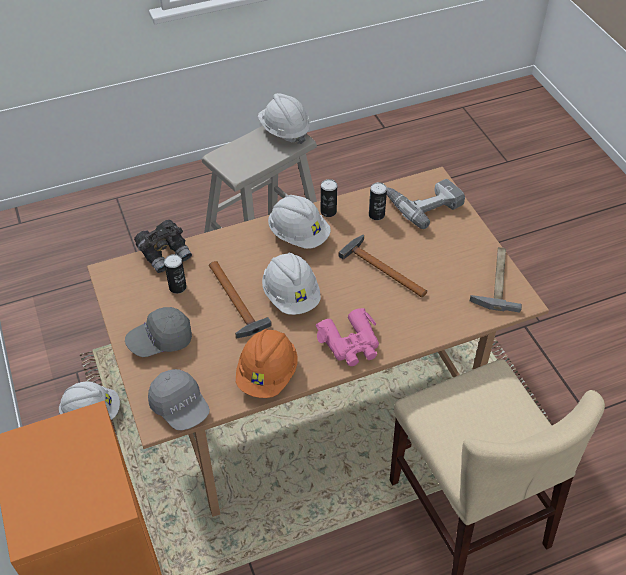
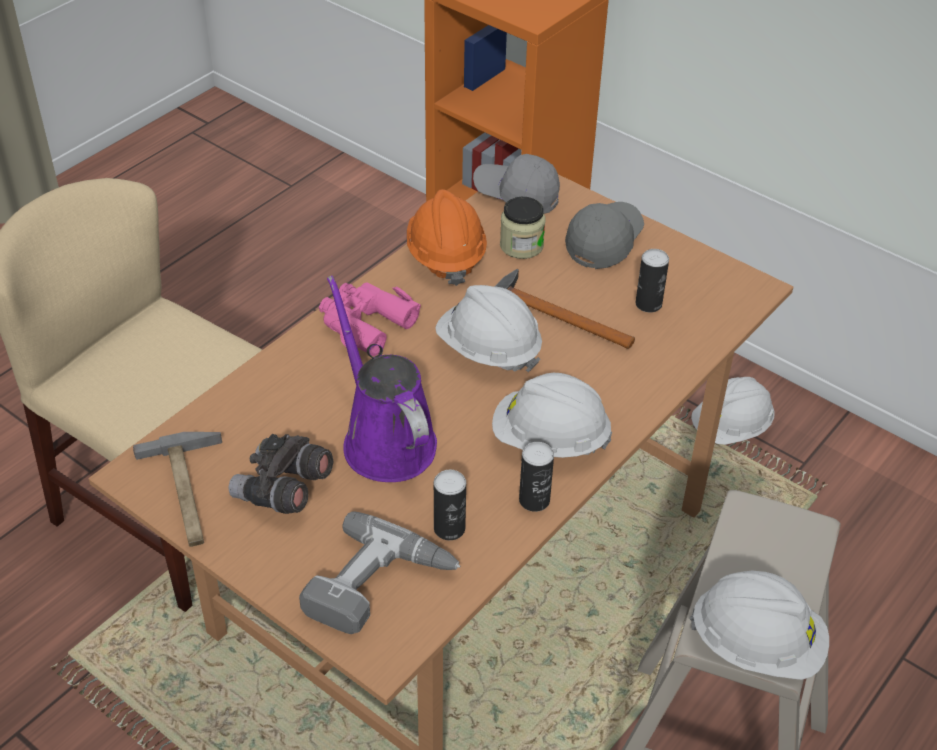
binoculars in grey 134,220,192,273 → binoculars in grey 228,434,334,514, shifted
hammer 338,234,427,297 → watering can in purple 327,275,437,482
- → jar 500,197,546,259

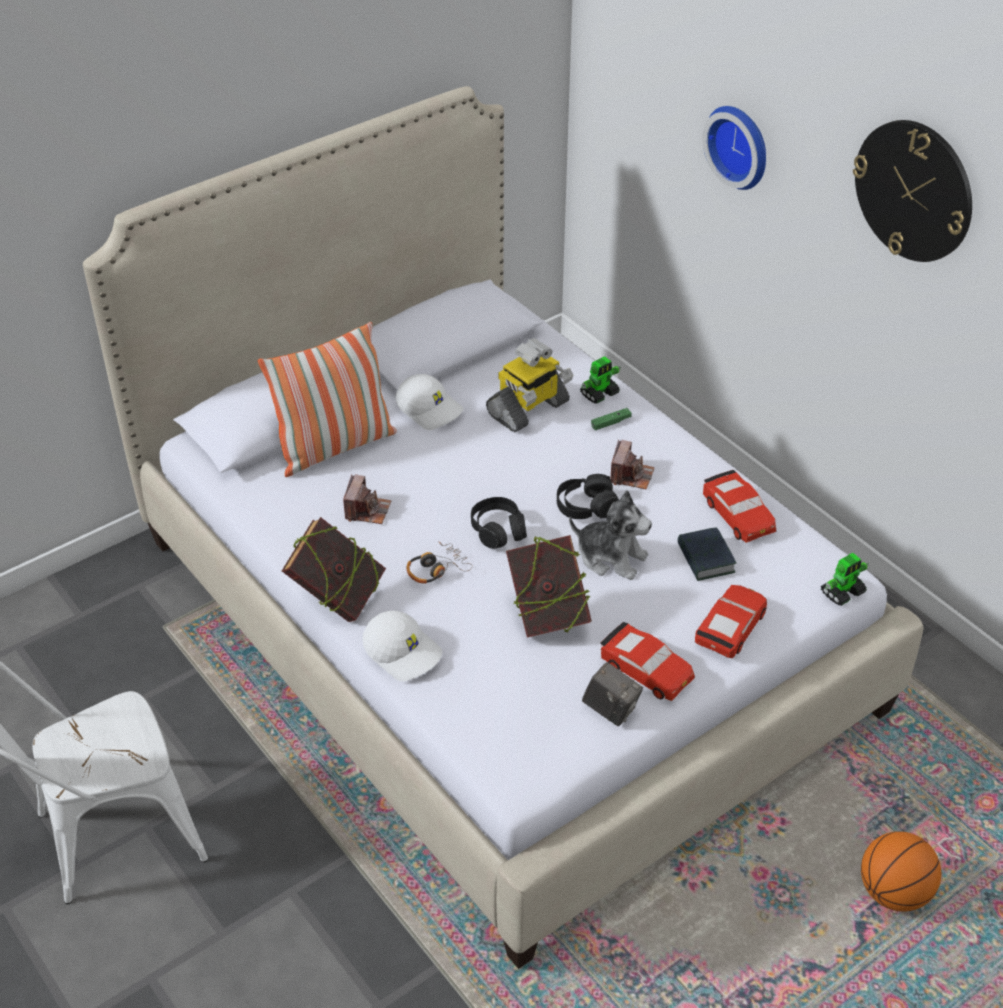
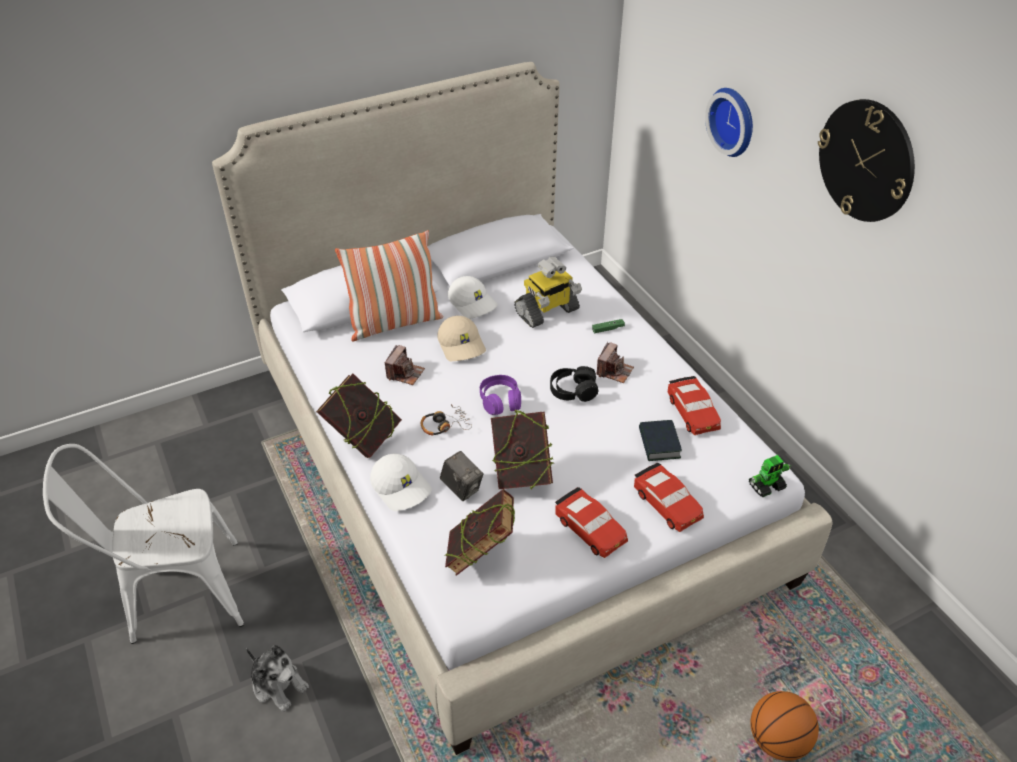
toy robot 580,356,621,404 → -
plush toy 569,490,652,580 → plush toy 246,645,309,712, shifted
headphones in black 471,497,527,549 → headphones in purple 480,375,521,415
toy car in red 695,585,767,658 → toy car in red 634,462,704,532, 105 degrees clockwise
photo camera 582,662,643,726 → photo camera 440,451,484,501, shifted
- → cap in beige 437,316,486,361
- → book 444,489,515,576

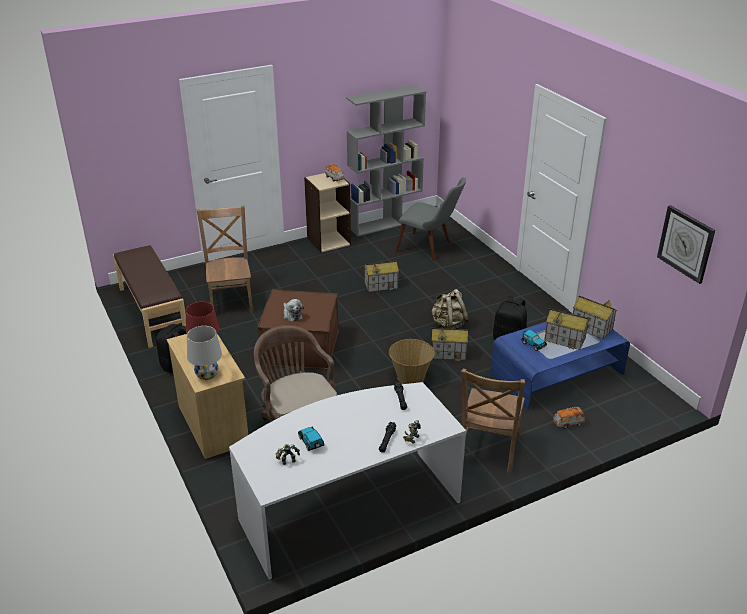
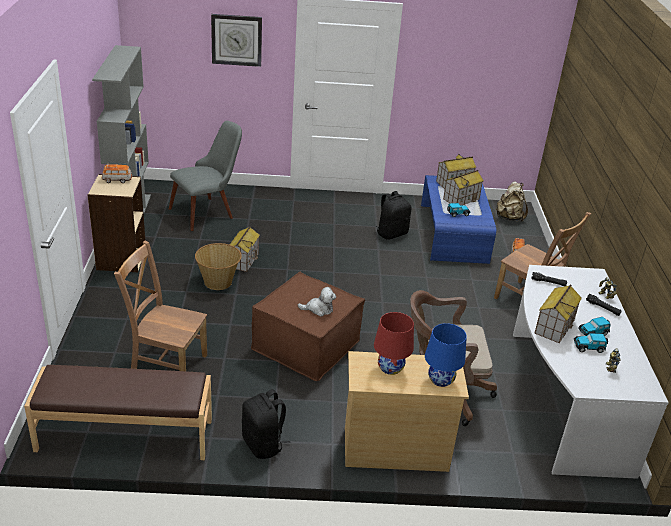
wall clock 657,205,715,284 → wall clock 211,14,262,67, shifted
backpack in beige 431,289,469,329 → backpack in beige 496,182,528,222, shifted
table lamp in white 187,326,222,380 → table lamp in blue 425,323,467,387
toy house 432,328,468,361 → toy house 534,284,582,344, shifted
basket 389,339,435,384 → basket 195,243,242,290, shifted
- → toy car 578,317,611,336

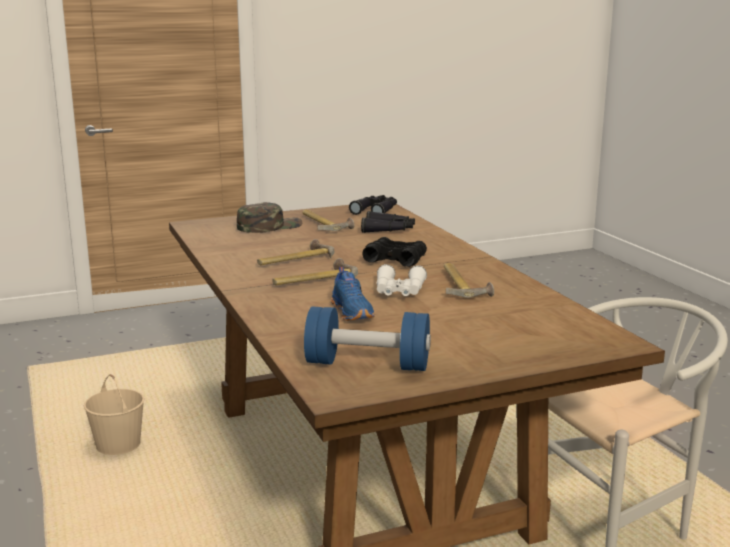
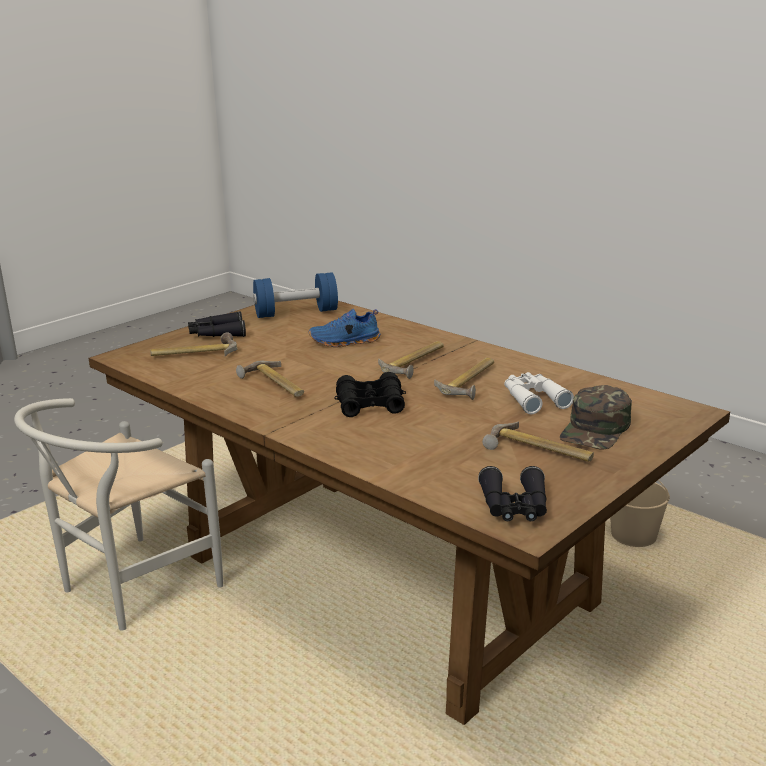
binoculars in black 361,211,415,233 → binoculars in black 188,311,246,337, shifted
binoculars in white 377,264,427,296 → binoculars in white 504,372,574,414, shifted
shoe in blue 331,267,375,321 → shoe in blue 309,309,381,347, 60 degrees counterclockwise
- → hammer 150,333,238,356

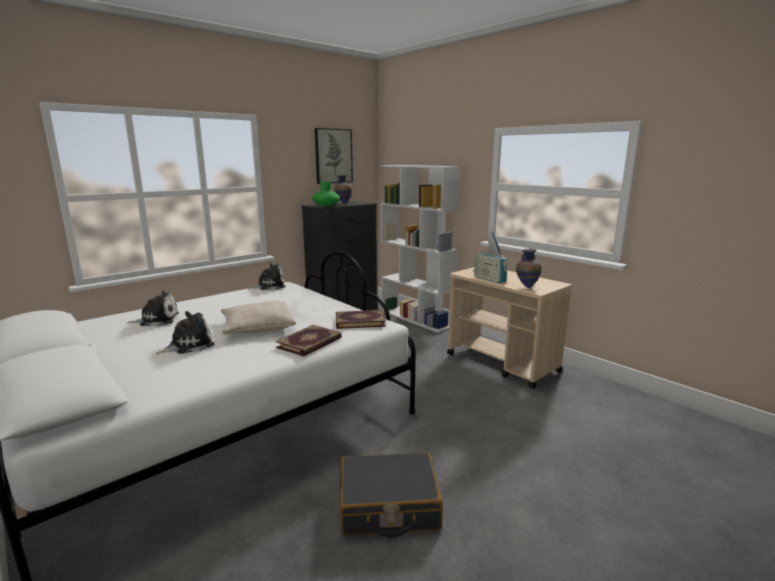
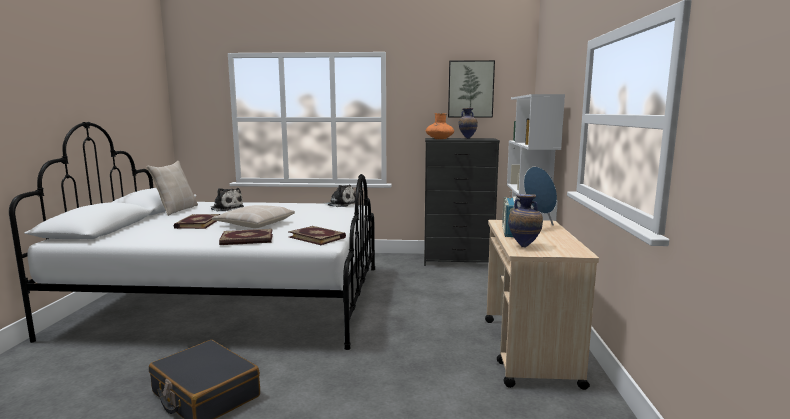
vase in green 312,181,340,207 → vase in orange 426,113,454,139
plush toy 156,311,214,355 → book 174,214,220,229
- → pillow in beige 146,161,198,216

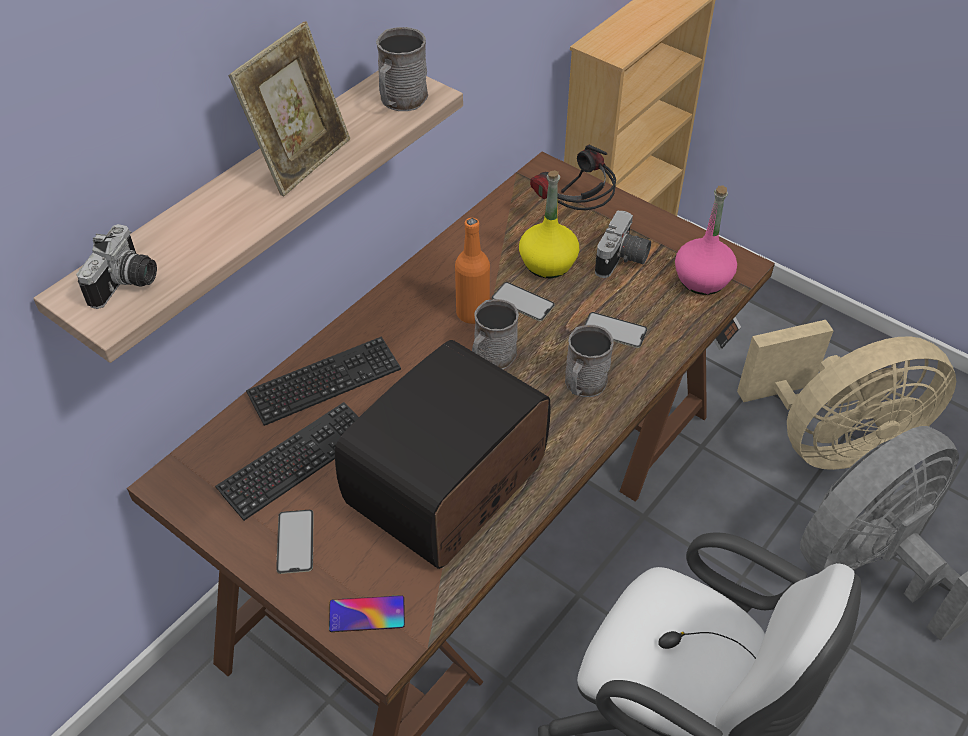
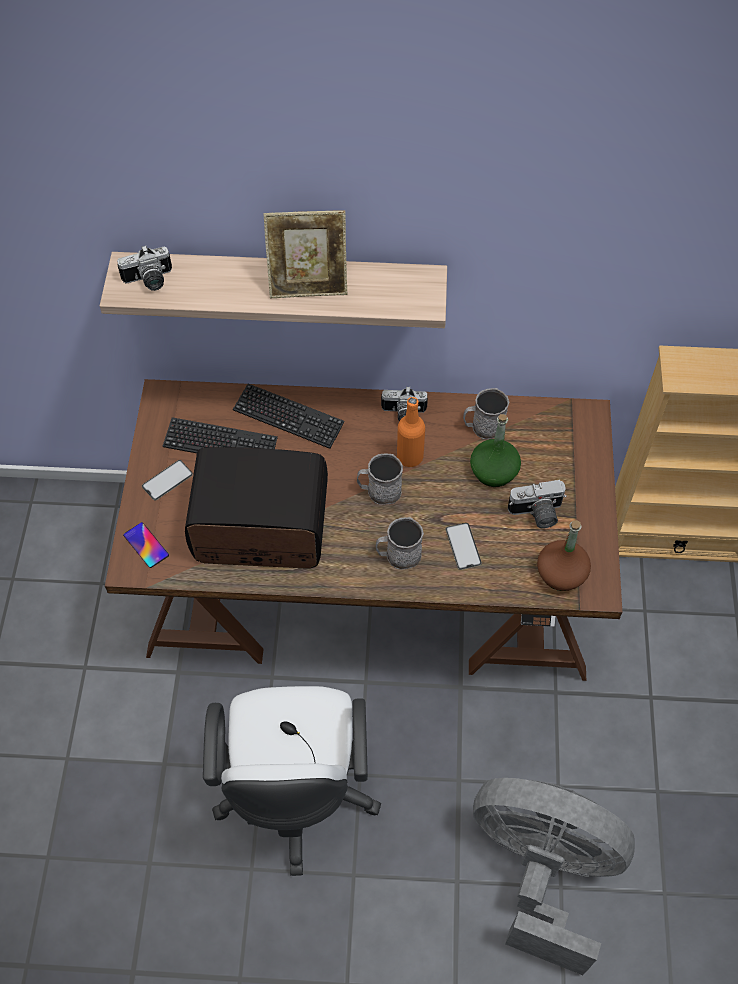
mug in grey 376,27,428,111 → mug in grey 463,388,510,439, shifted
headphones 530,145,616,210 → -
bottle in yellow 519,170,579,278 → bottle in green 470,414,521,487
bottle in pink 675,185,737,295 → bottle in brown 537,520,591,591
phone 492,282,555,321 → -
fan in beige 737,320,956,470 → -
- → photo camera 381,386,428,421

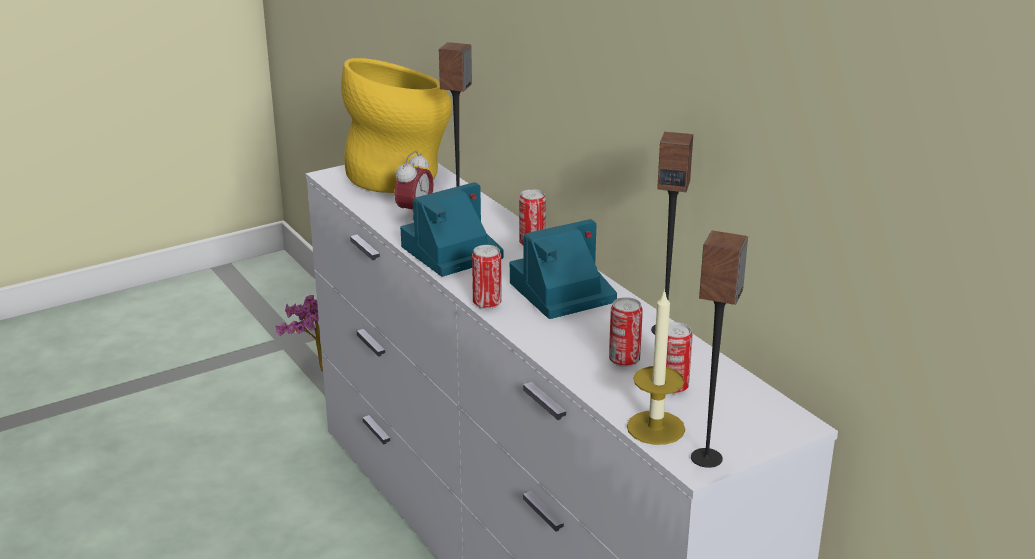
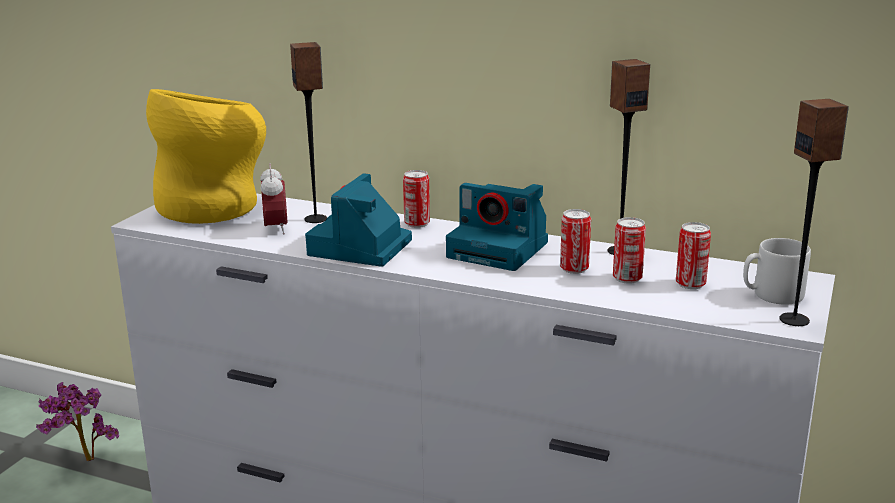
photo camera 509,219,617,319 → photo camera 446,183,548,271, 90 degrees counterclockwise
can 472,245,502,309 → can 560,209,591,274, shifted
candle 627,289,685,445 → -
- → mug in grey 743,238,811,305

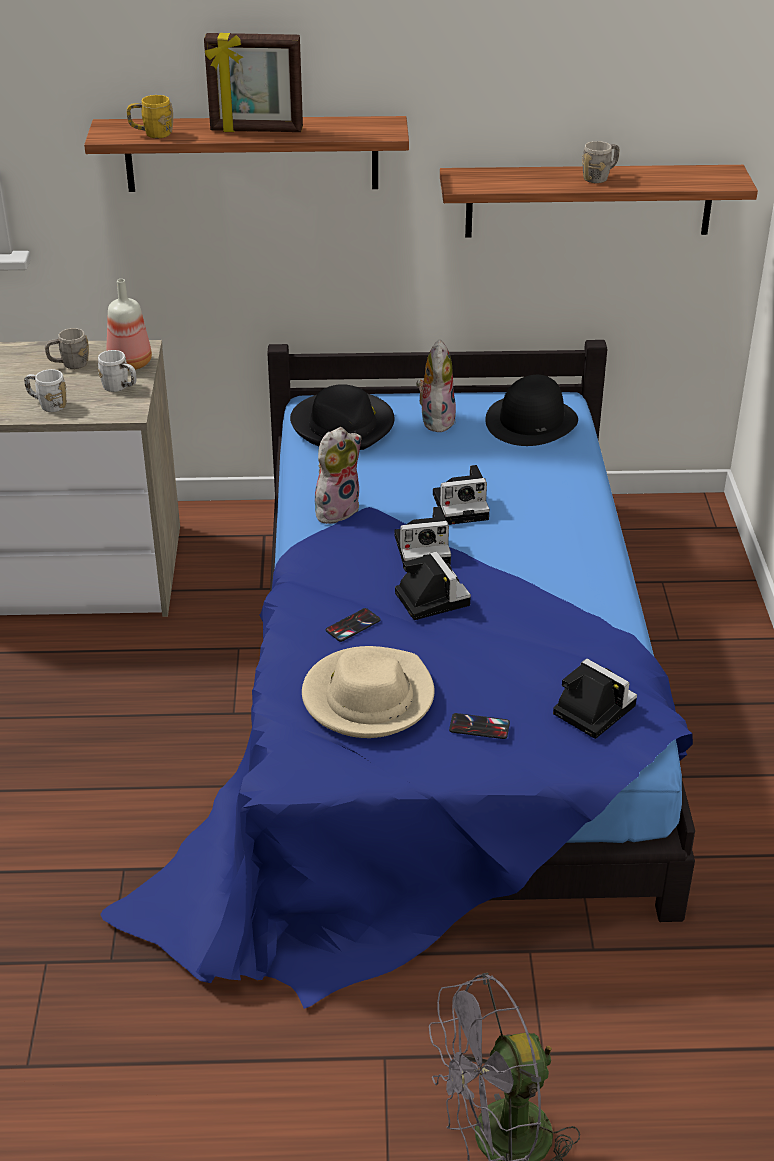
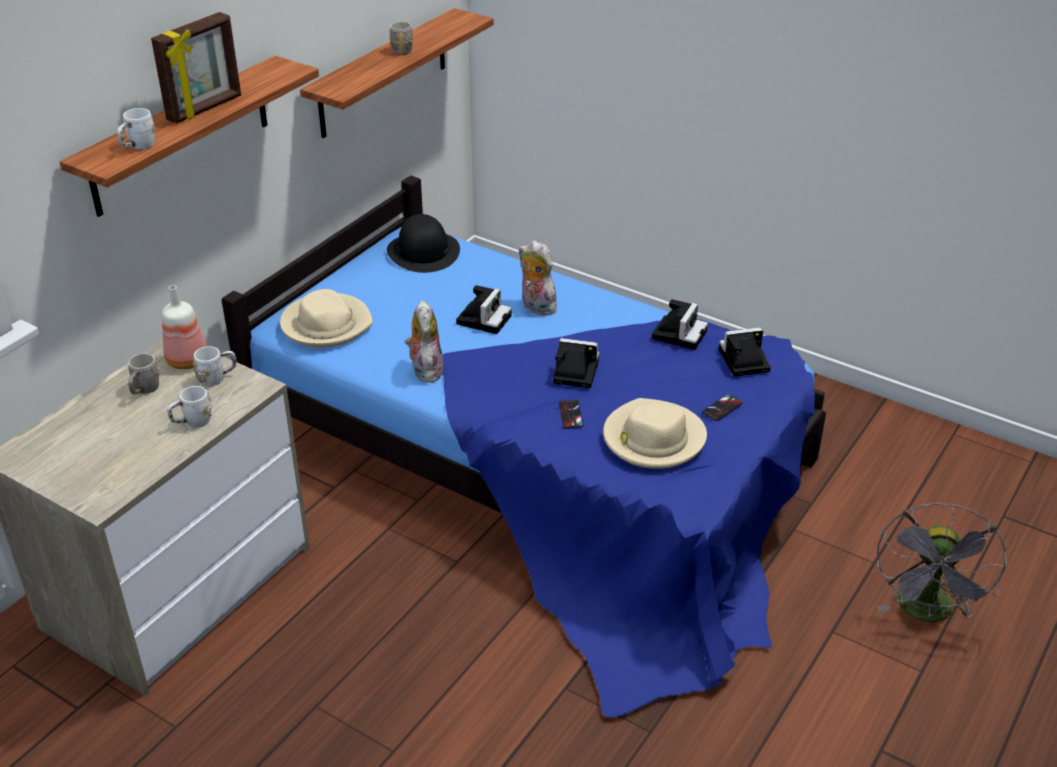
mug in yellow 127,95,173,138 → mug in white 117,108,155,150
plush toy 416,339,456,432 → plush toy 519,241,557,316, shifted
hat in black 290,384,394,450 → hat in beige 280,289,373,348
photo camera 395,507,451,565 → photo camera 652,299,708,350, shifted

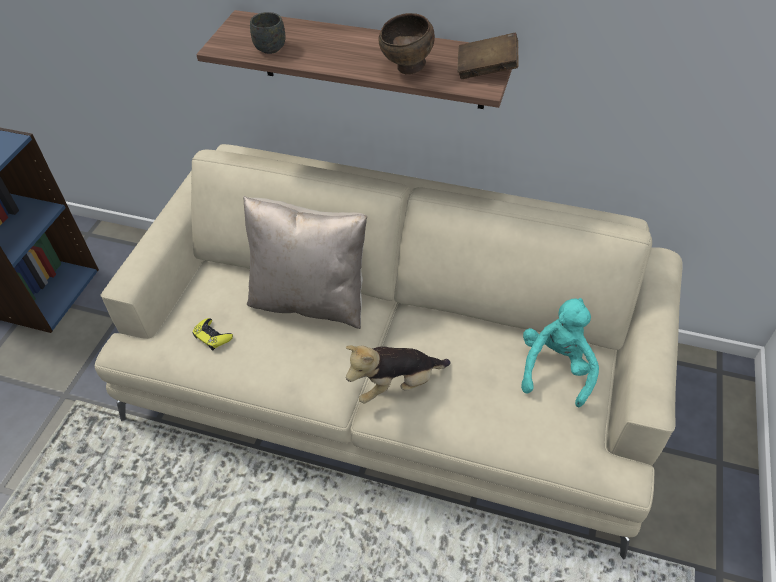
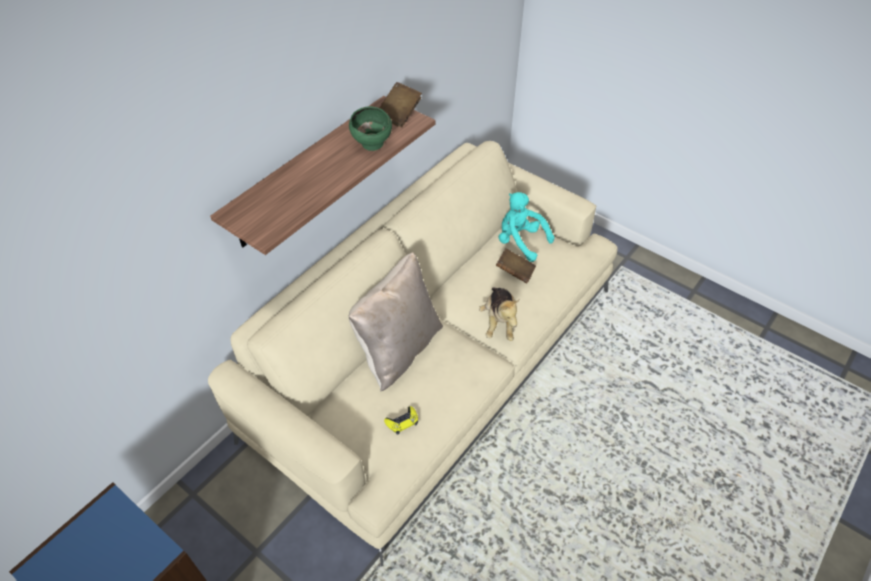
mug in grey 250,12,286,54 → -
bowl in brown 378,13,435,75 → bowl in green 349,106,392,151
- → book in brown 496,248,536,283

